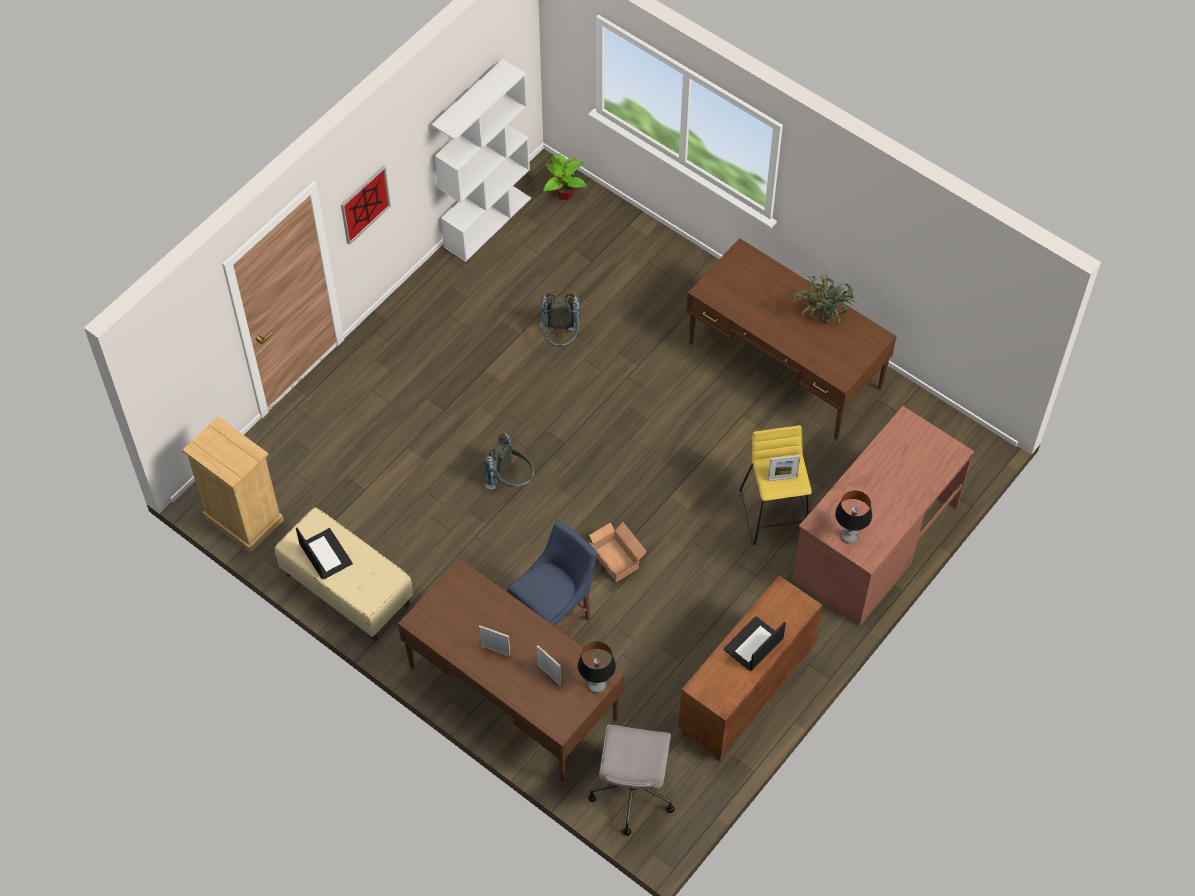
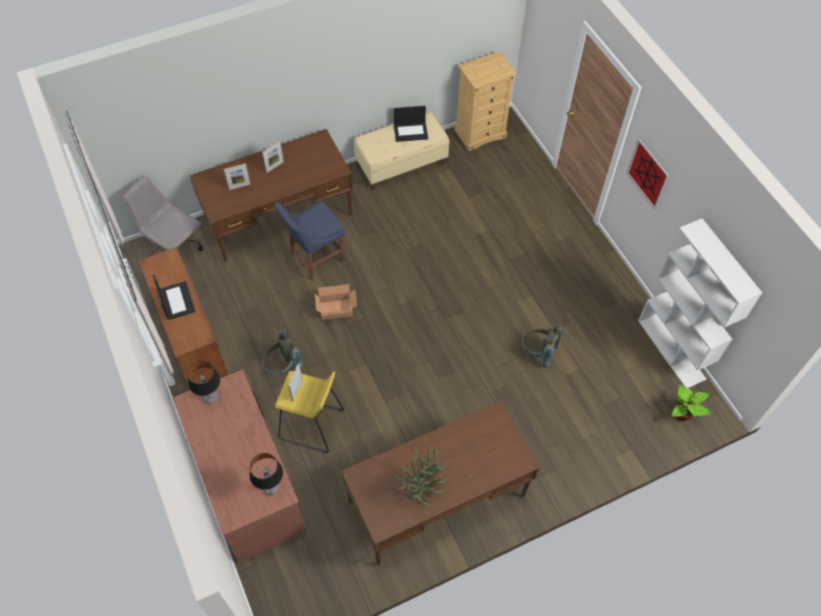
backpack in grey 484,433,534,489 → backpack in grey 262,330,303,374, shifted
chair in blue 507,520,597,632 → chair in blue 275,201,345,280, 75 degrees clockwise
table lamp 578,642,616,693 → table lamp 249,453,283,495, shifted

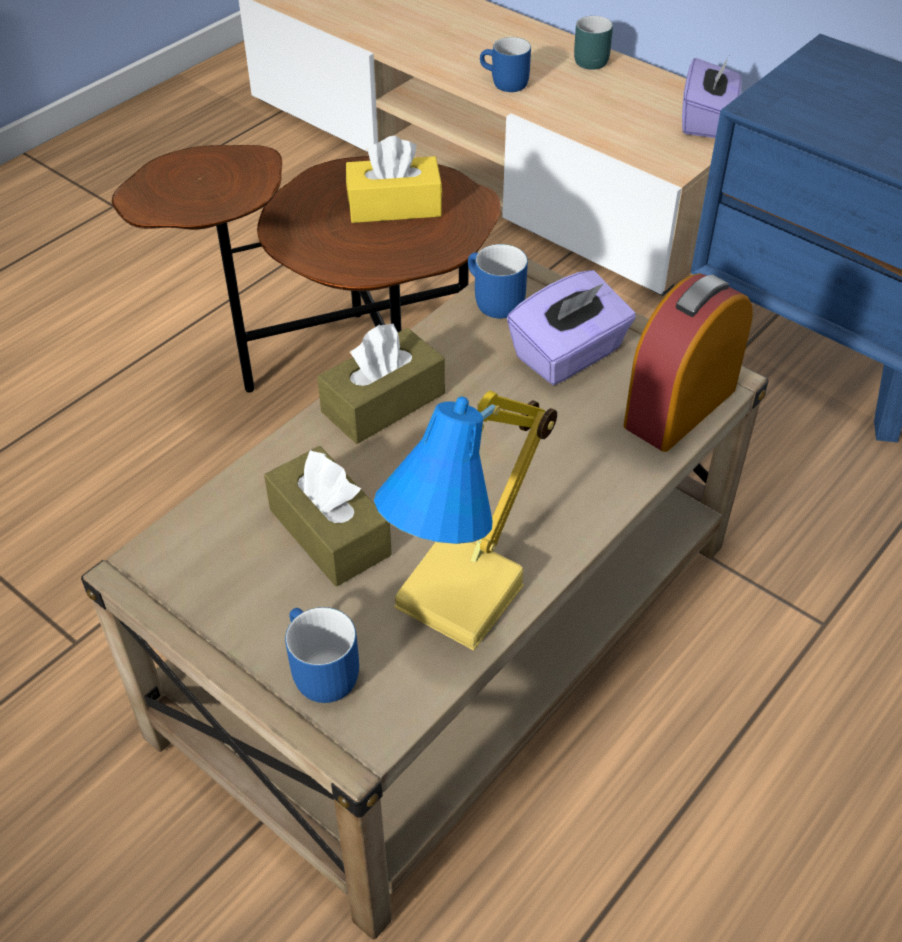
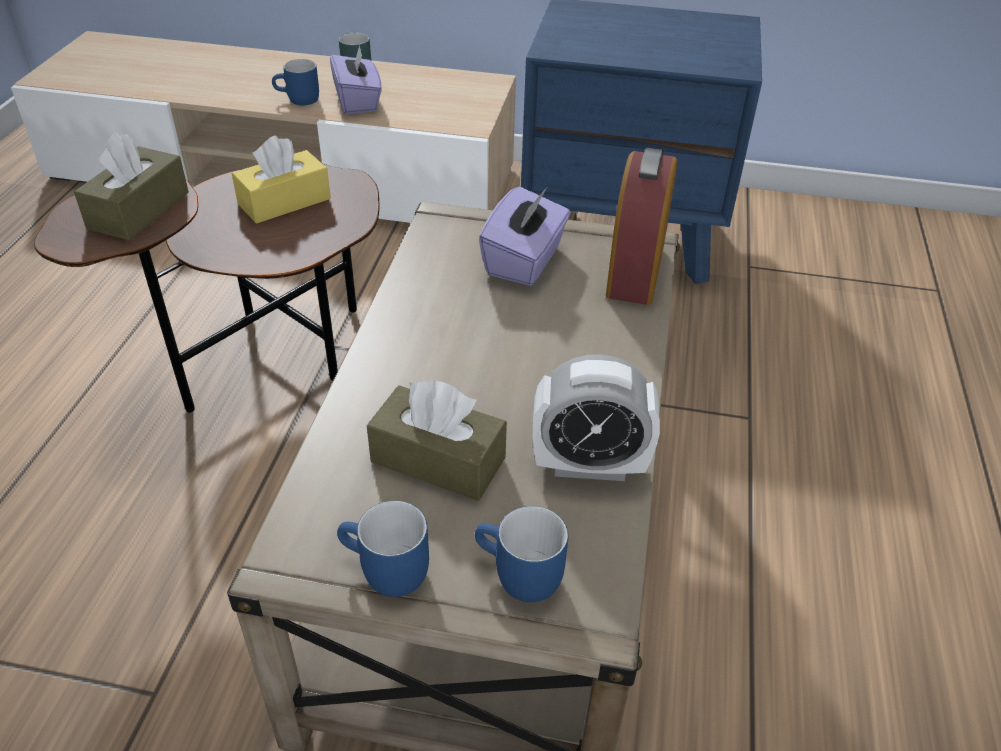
tissue box in purple 682,56,742,138 → tissue box in purple 330,45,382,114, shifted
mug in blue 468,244,528,318 → mug in blue 337,501,429,597, shifted
tissue box in brown 317,323,445,444 → tissue box in brown 74,132,189,240, shifted
table lamp 374,390,557,651 → alarm clock 533,355,660,481

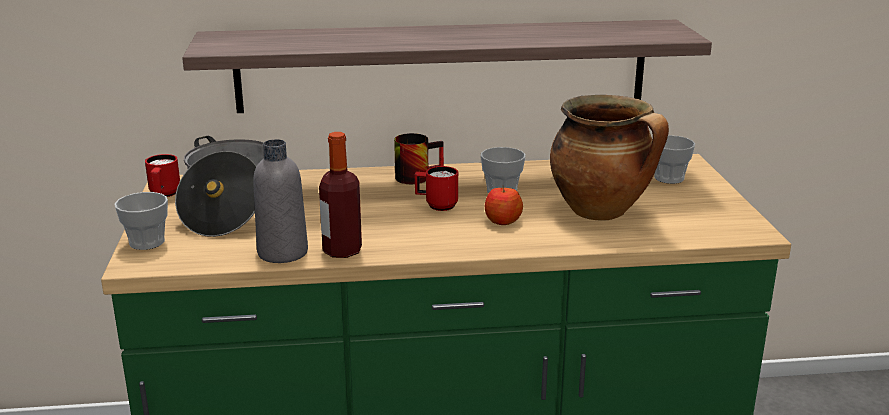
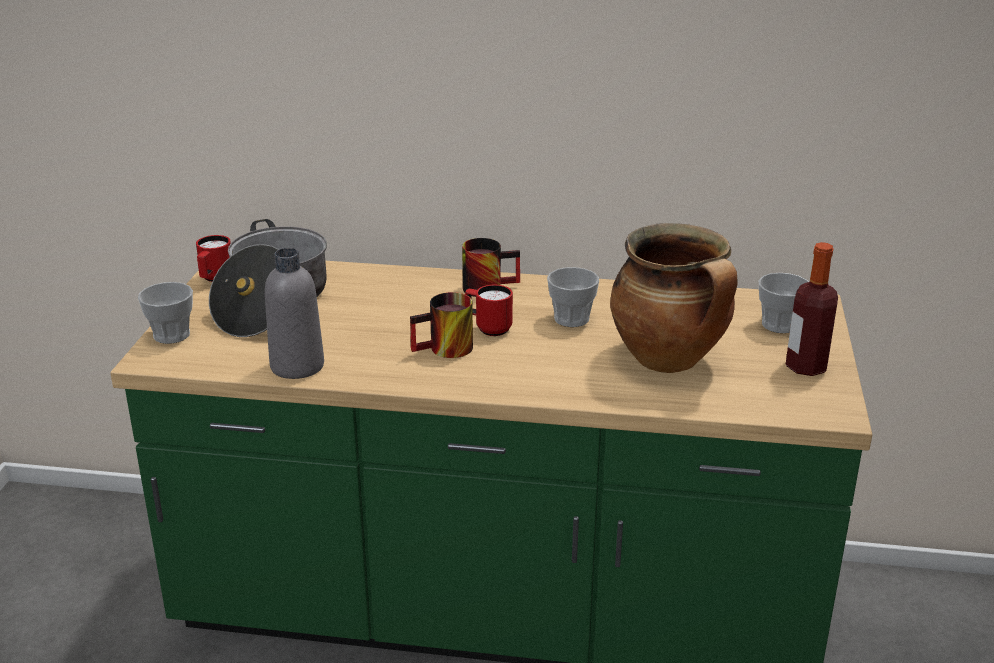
shelf 182,20,712,113 → -
bottle 319,132,362,258 → bottle 785,242,838,376, shifted
apple 485,185,523,225 → -
- → mug 410,292,473,358

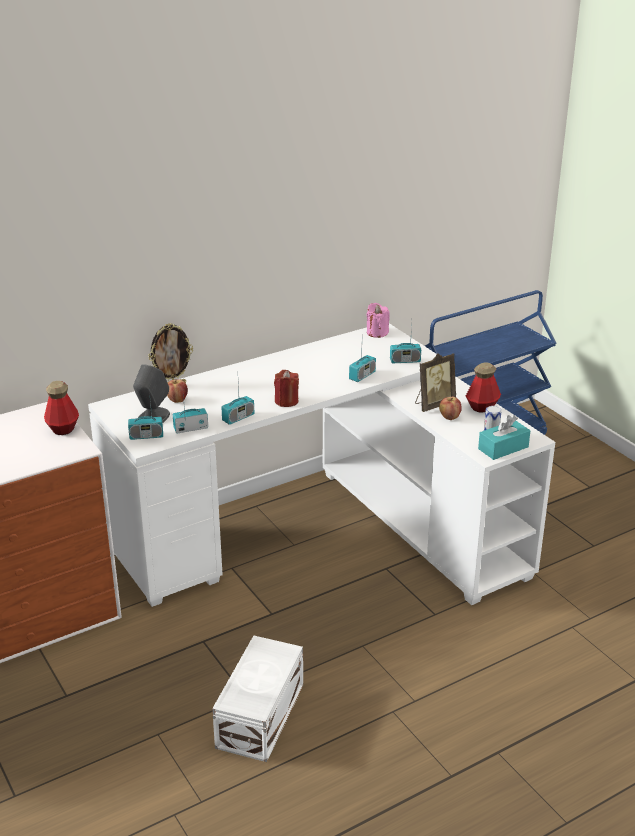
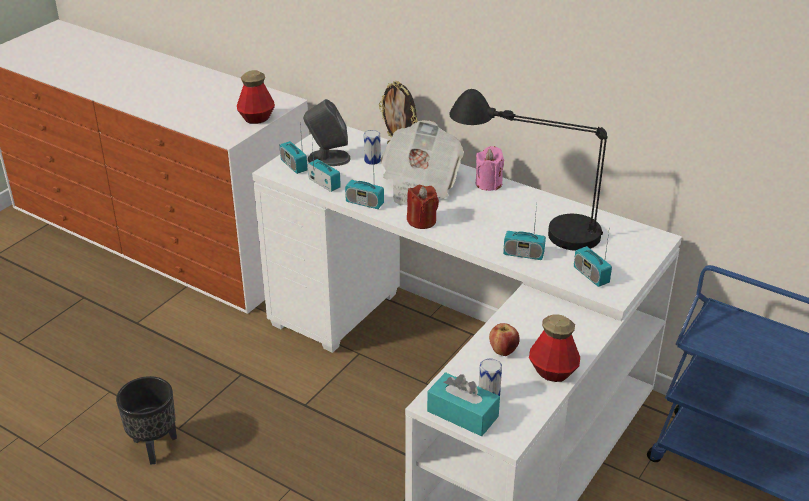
candle in pink 366,303,390,338 → candle in pink 476,146,504,191, shifted
picture frame 415,353,456,412 → -
apple 167,380,188,403 → can 364,130,381,165
storage box in white 212,636,303,762 → planter in black 116,376,177,464
- → table lamp in black 449,89,608,251
- → newspaper 380,120,464,205

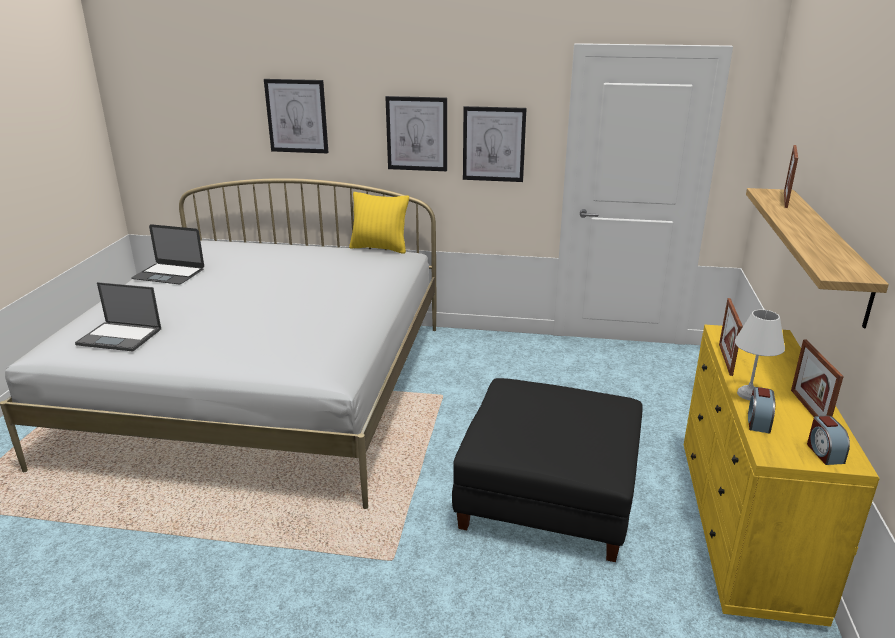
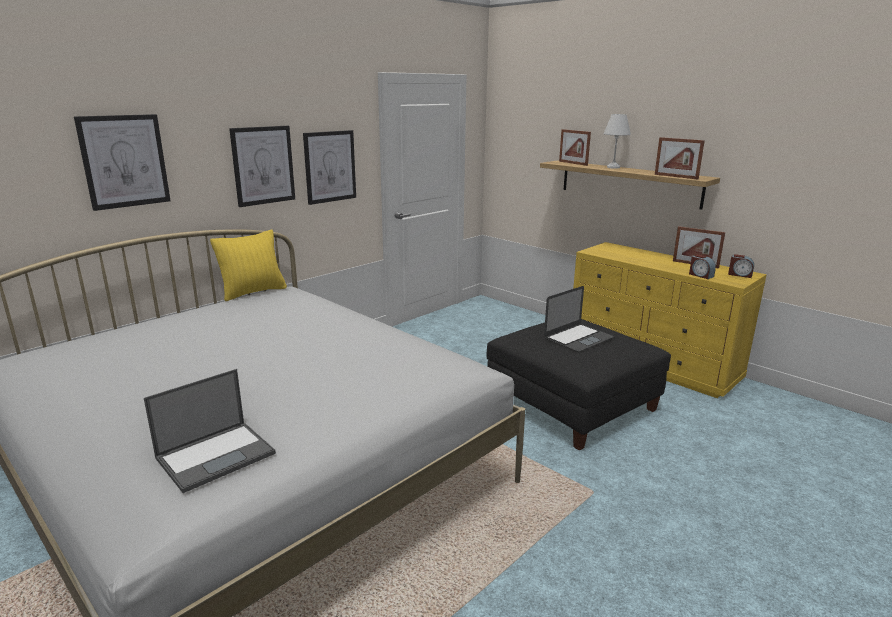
laptop 131,224,204,284 → laptop 544,286,614,352, shifted
picture frame 719,298,743,376 → picture frame 655,137,705,179, shifted
table lamp in white 735,310,785,400 → table lamp in white 603,114,631,169, shifted

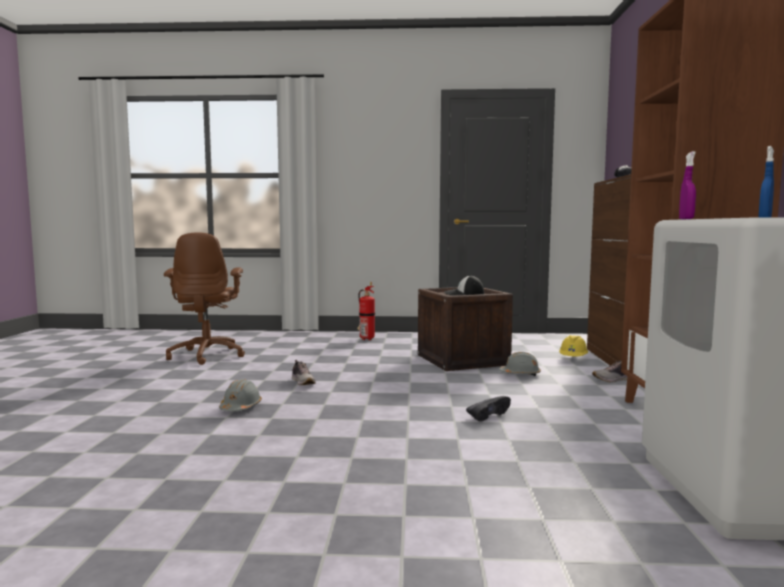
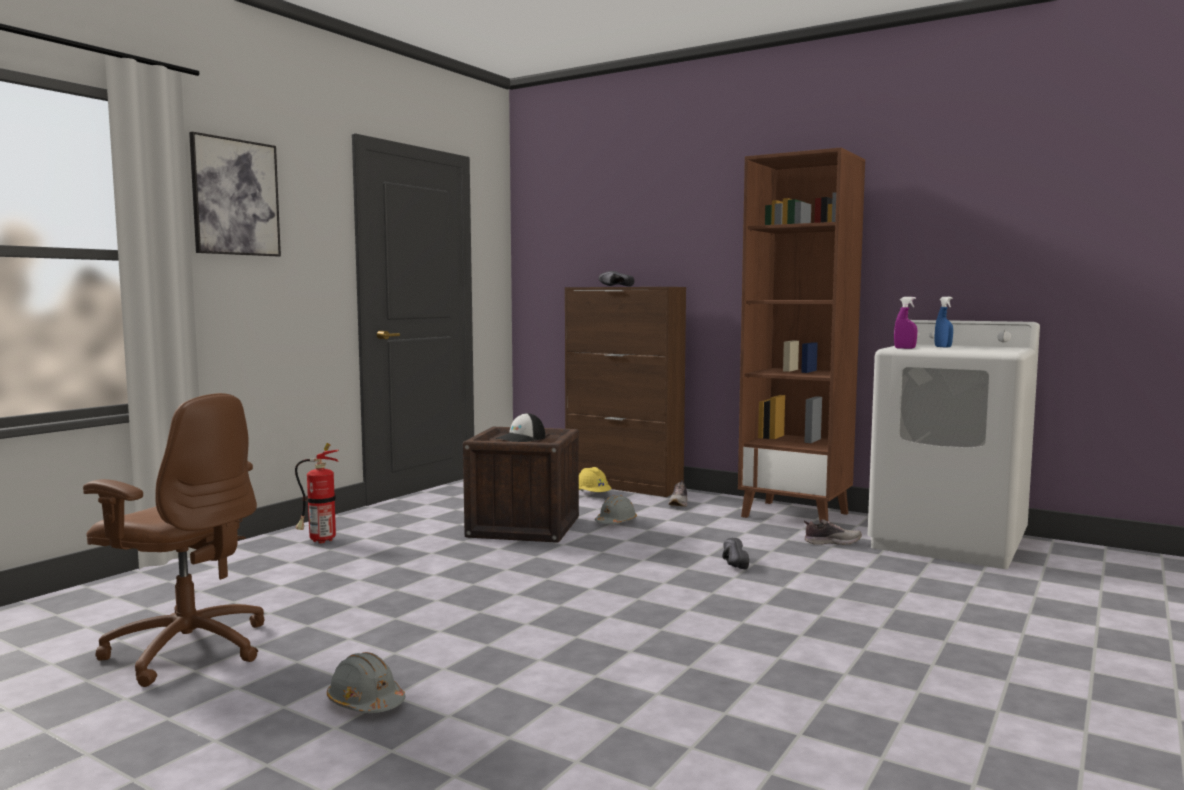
shoe 292,360,316,385 → shoe 804,519,862,545, shifted
hard hat in grey 219,379,262,411 → hard hat in grey 327,652,406,713, shifted
- → picture 189,132,281,256

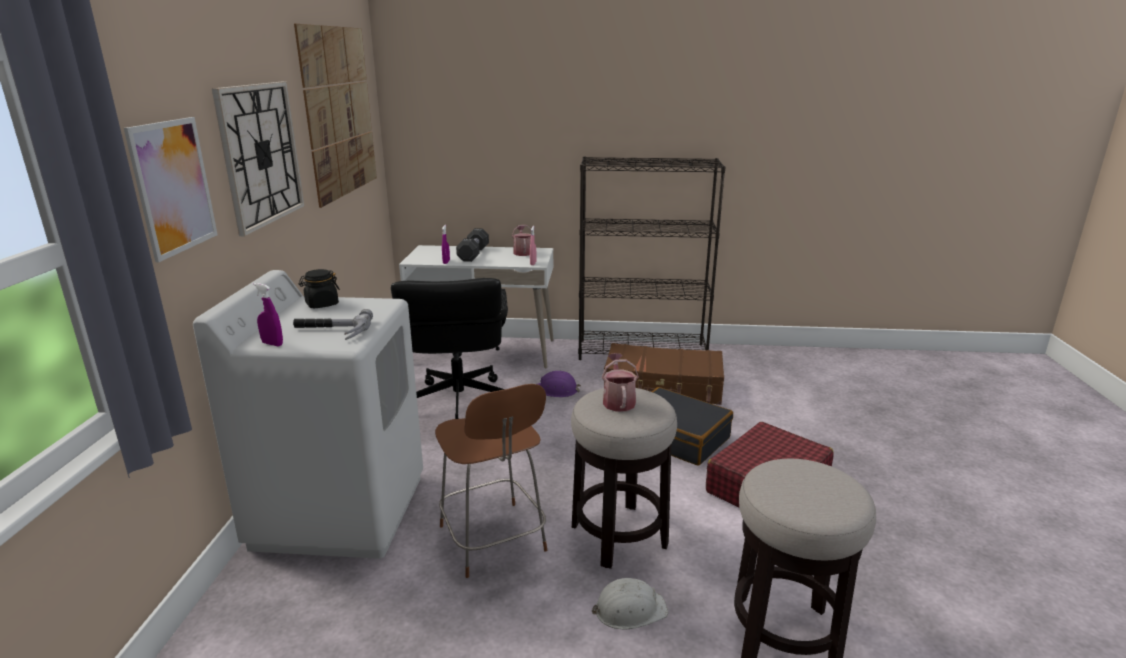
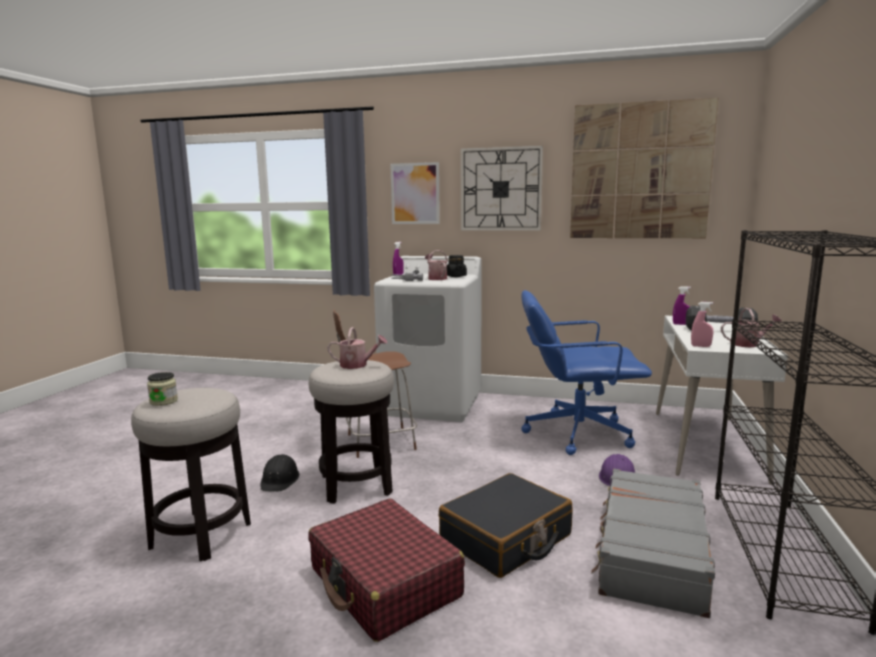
office chair in black 391,278,508,419 → office chair in blue 521,290,652,455
suitcase in brown 604,343,724,405 → suitcase in grey 591,469,715,618
hard hat in white 592,578,669,629 → hard hat in black 260,454,300,491
- → watering can 425,250,448,280
- → jar 147,372,178,406

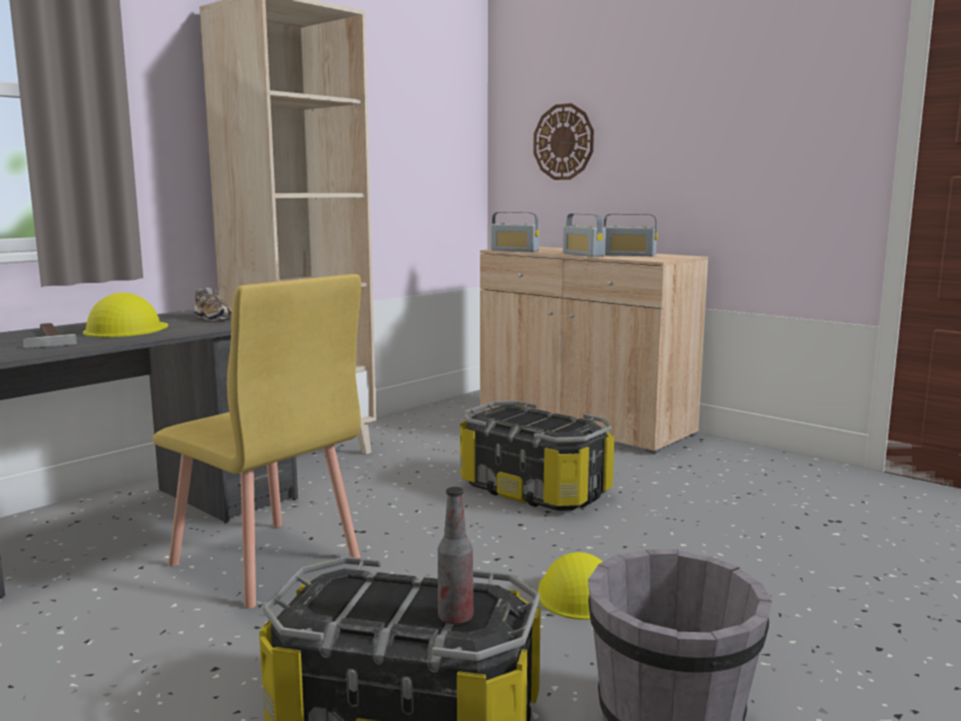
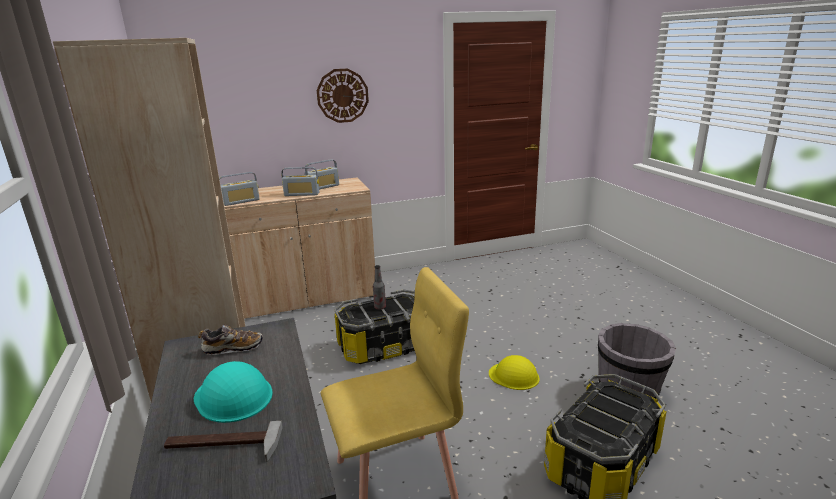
wall clock 533,103,594,180 → wall clock 317,68,369,123, shifted
hard hat in yellow 83,293,168,337 → hard hat in turquoise 194,361,273,423
bottle 438,487,473,625 → bottle 373,265,386,310, shifted

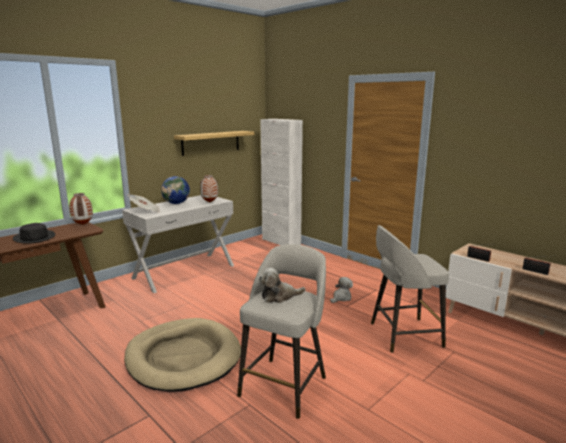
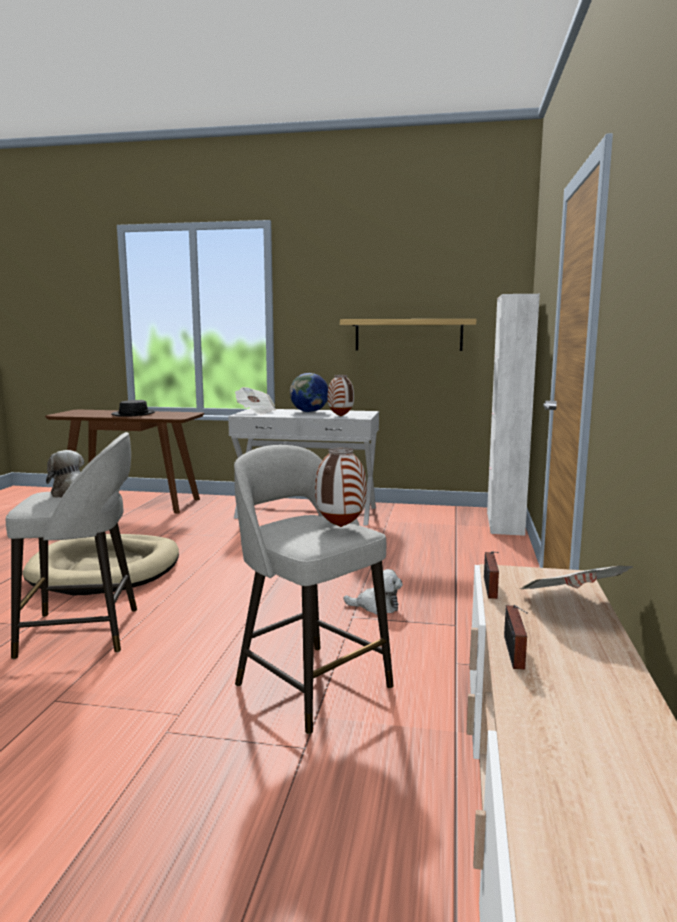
vase 69,193,93,225 → vase 315,447,367,527, shifted
- → newspaper 520,565,633,589

